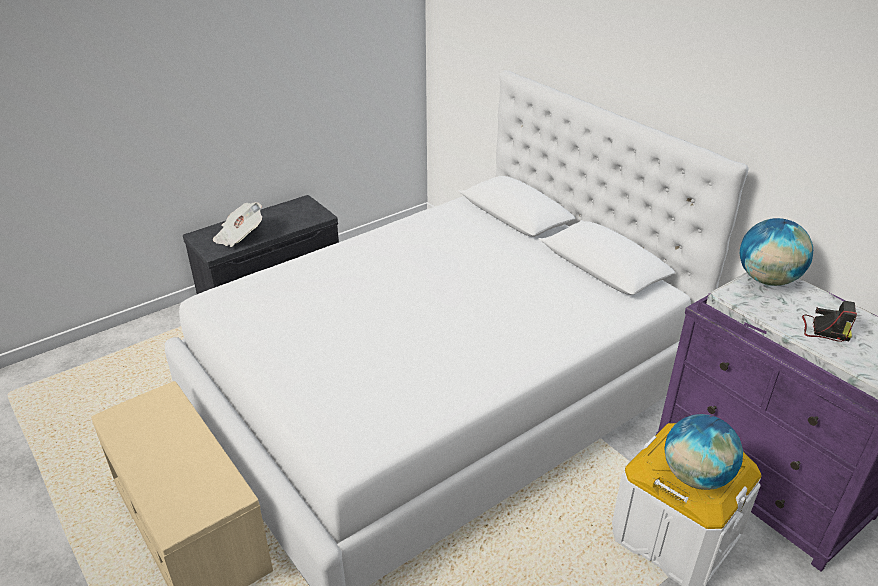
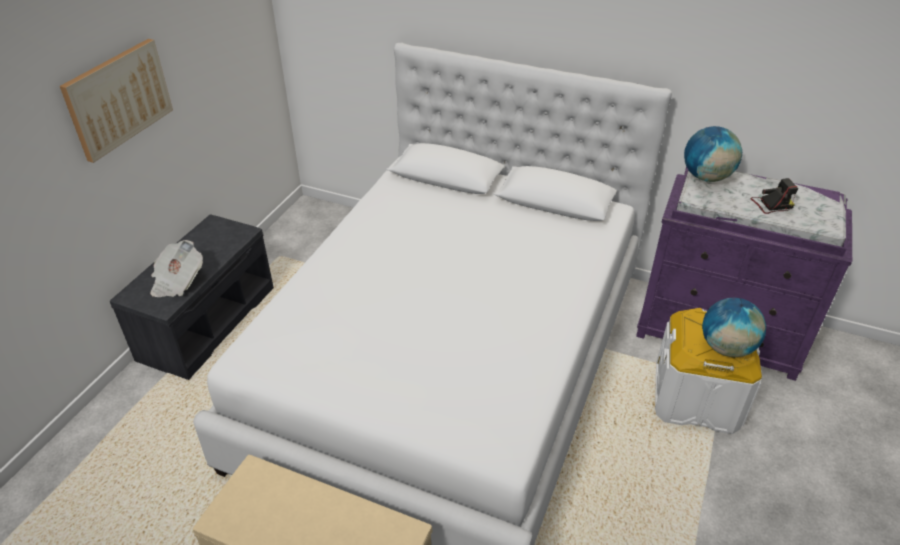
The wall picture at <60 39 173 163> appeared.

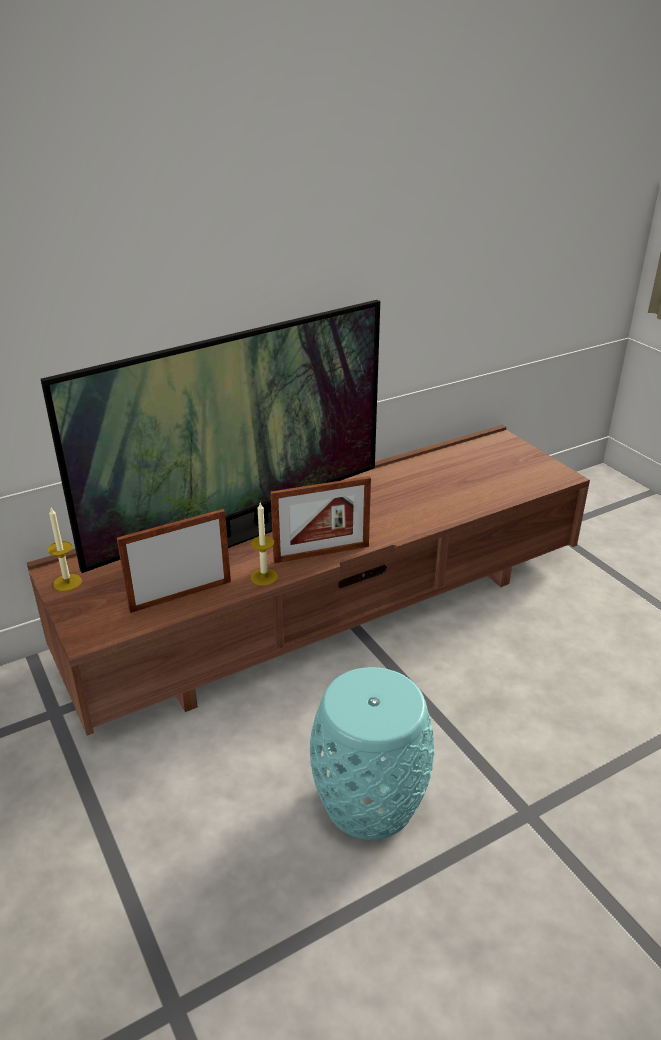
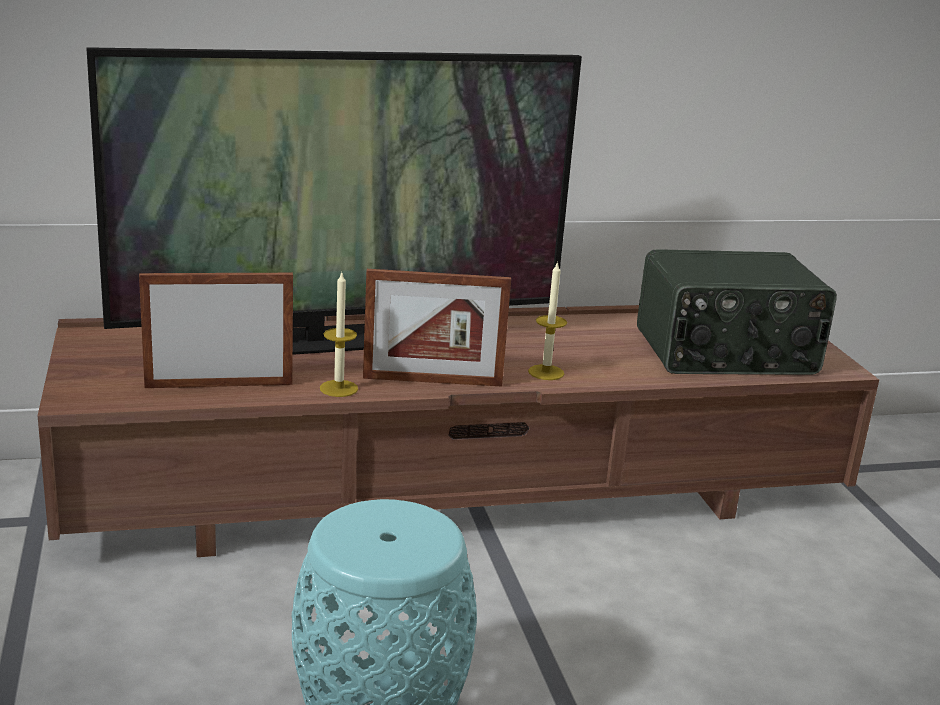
The candle moved from <47 508 82 591> to <528 261 567 380>. The radio set at <637 249 837 375> appeared.

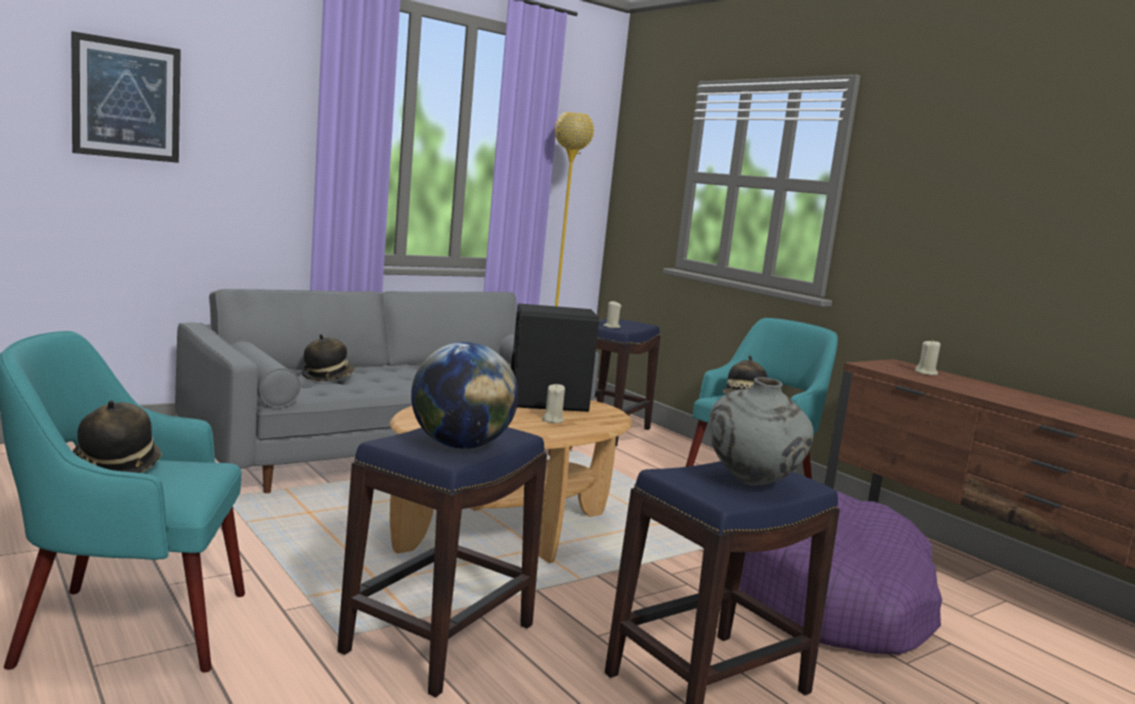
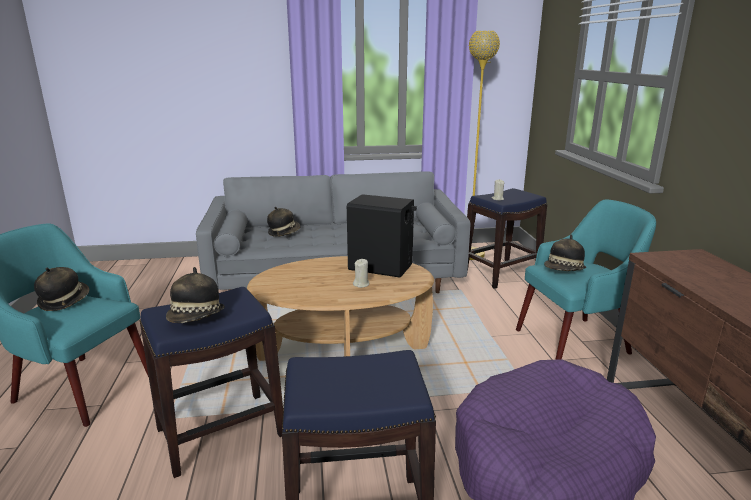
The wall picture at <71 31 181 163> disappeared. The world globe at <411 342 518 449> was replaced by the hat at <166 267 225 323>. The greyish decorative vase at <709 377 813 486> disappeared. The sand-coloured candle at <915 339 940 375> disappeared.

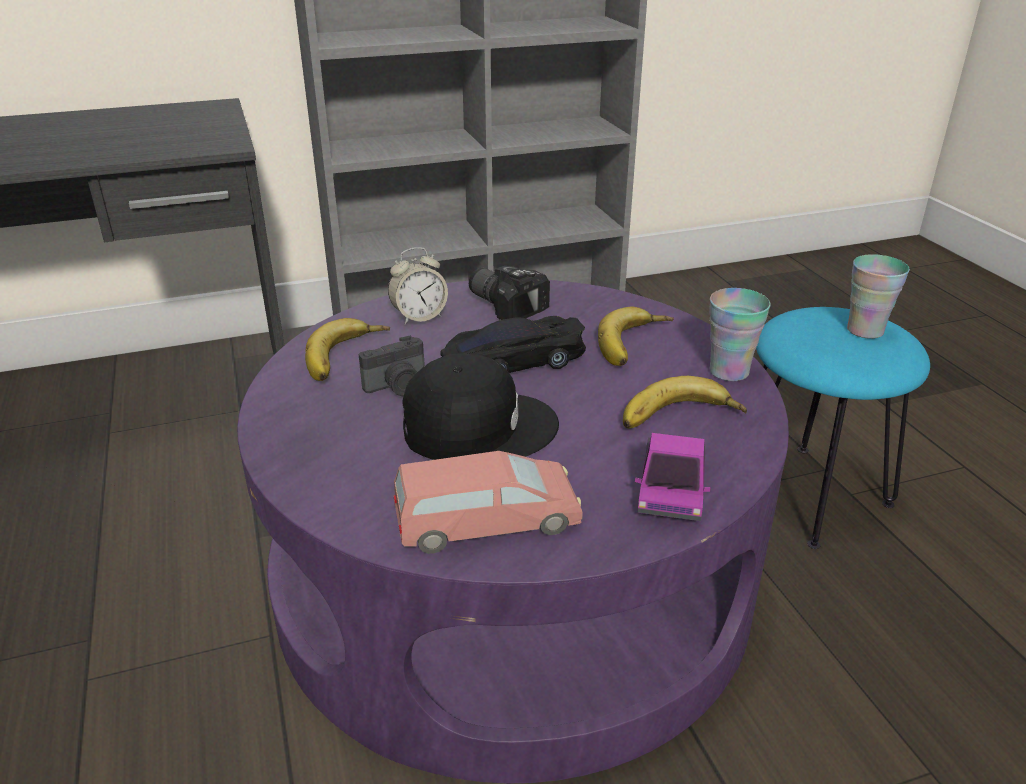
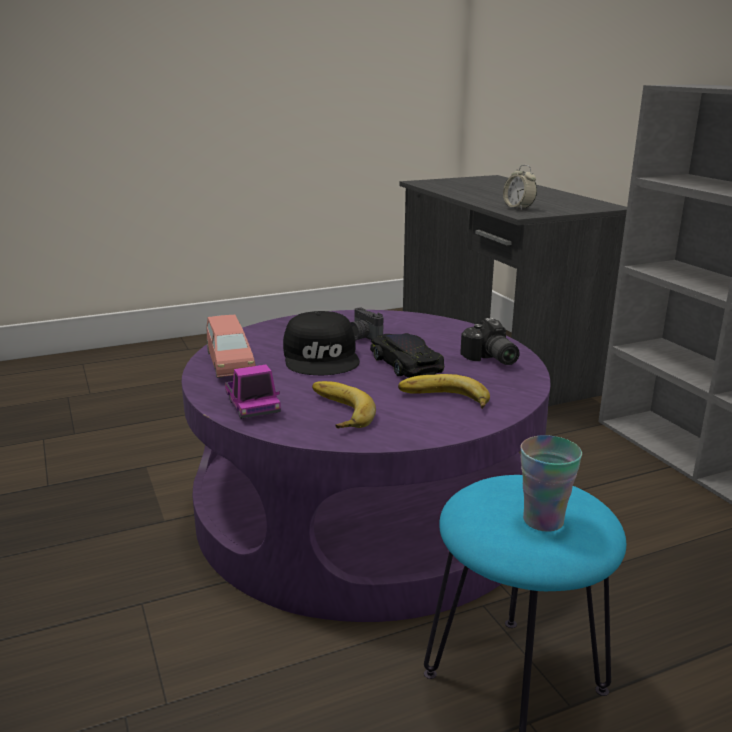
The whole banana at <305 318 390 381> disappeared. The table clock moved from <388 247 448 325> to <503 165 537 210>. The still camera at <469 266 550 320> turned 120 degrees clockwise. The toy lorry at <635 433 711 521> turned 120 degrees counterclockwise. The small cup at <709 288 771 381> disappeared.

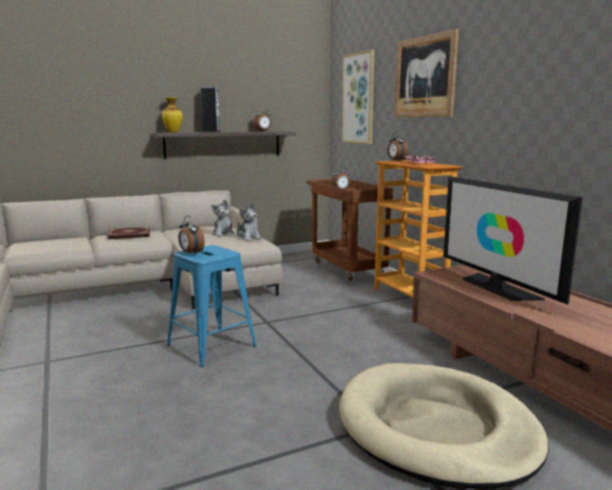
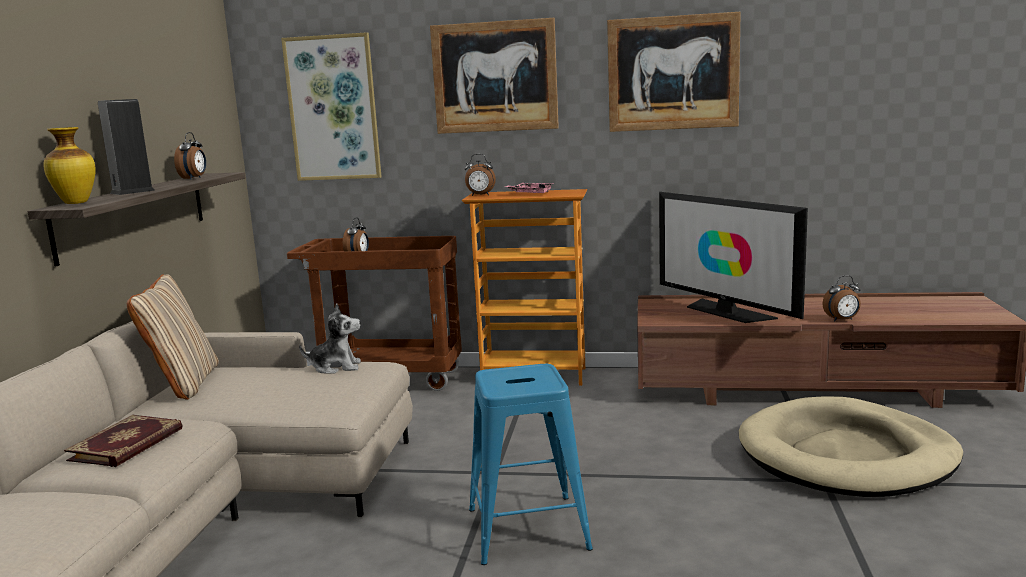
The table clock moved from <178 216 205 255> to <823 275 861 321>. The cuddly toy at <211 200 235 237> disappeared. The TV at <443 176 583 304> turned 45 degrees clockwise. The sand-coloured pillow at <127 274 219 400> appeared. The wall picture at <607 12 741 132> appeared.

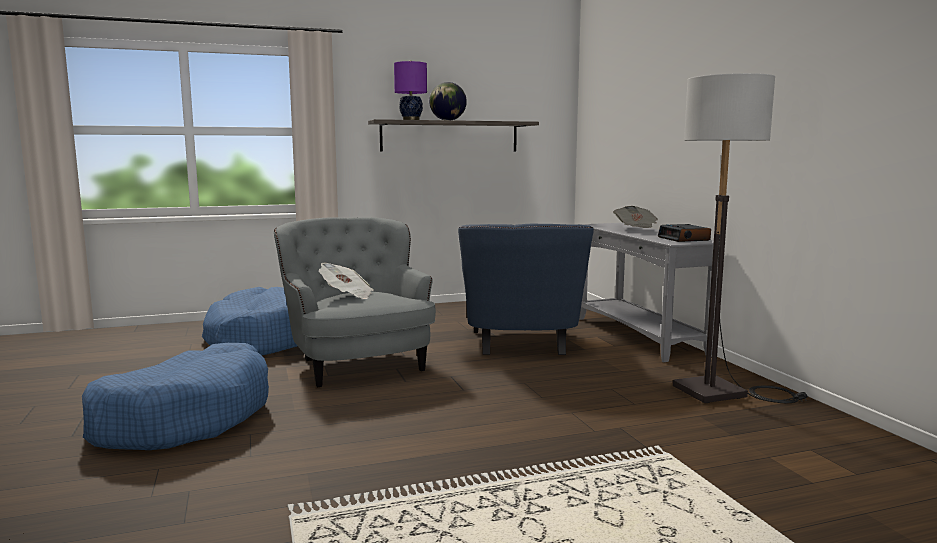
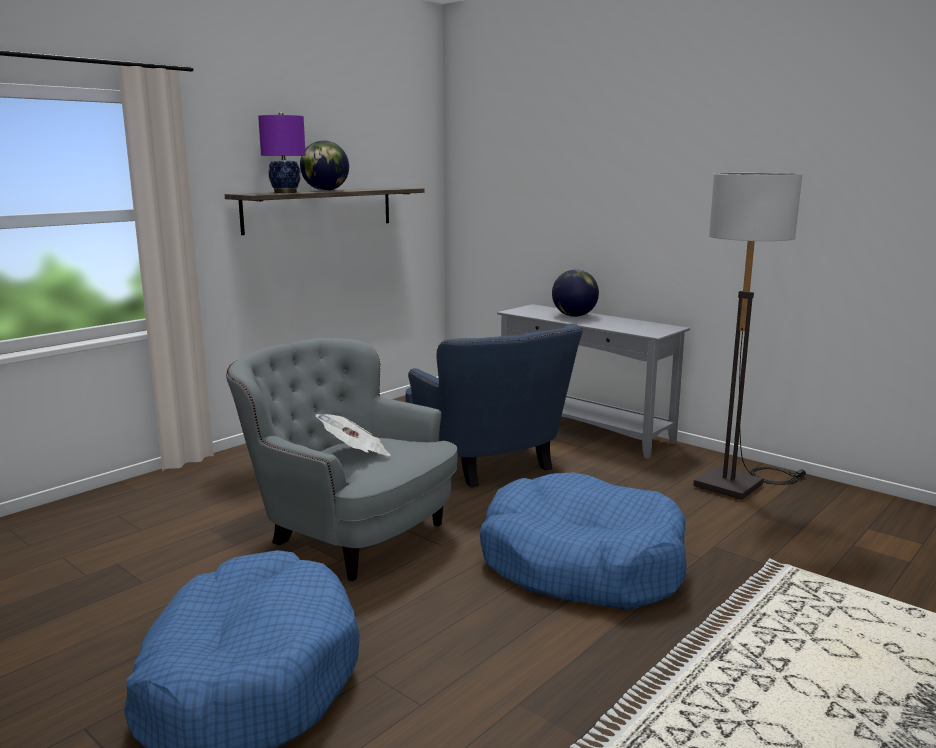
The blue-coloured dog cushion moved from <202 287 297 356> to <480 472 687 610>. The printed paper at <613 206 658 228> was replaced by the world globe at <552 270 599 317>. The table clock at <658 224 711 242> disappeared.

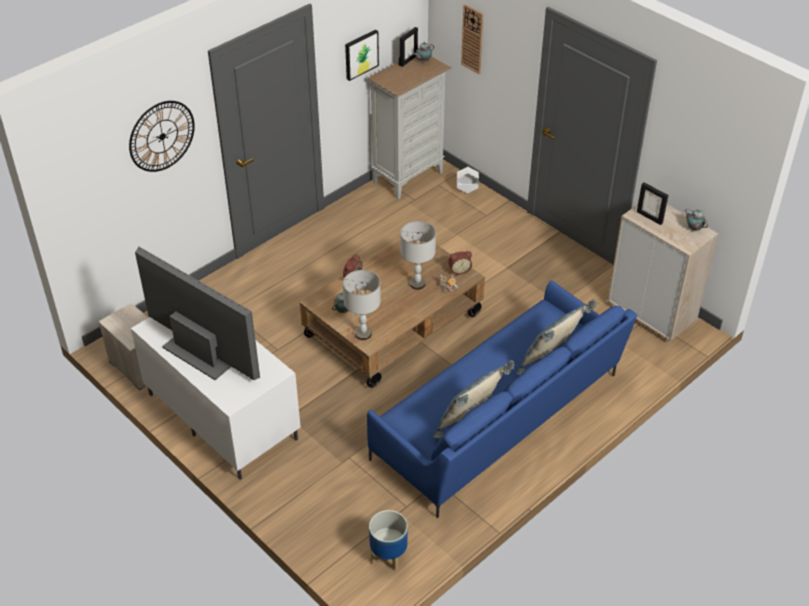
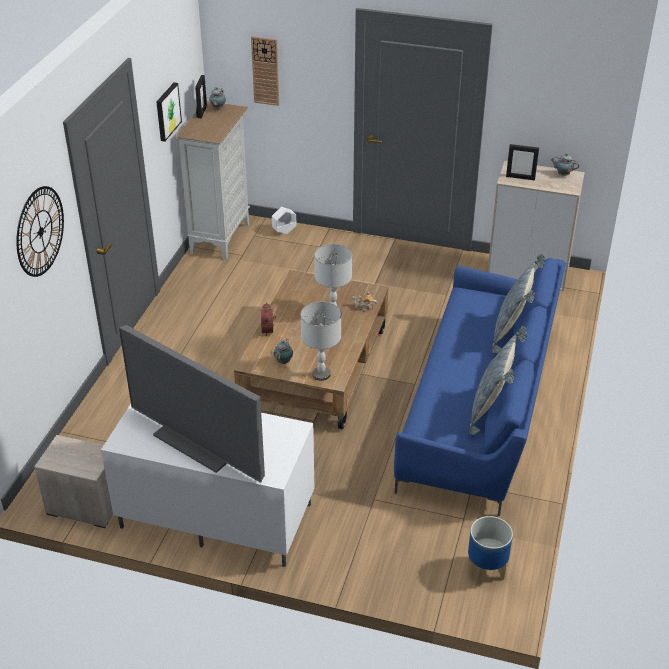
The TV at <135 247 260 380> turned 150 degrees counterclockwise. The table clock at <448 251 472 275> disappeared.

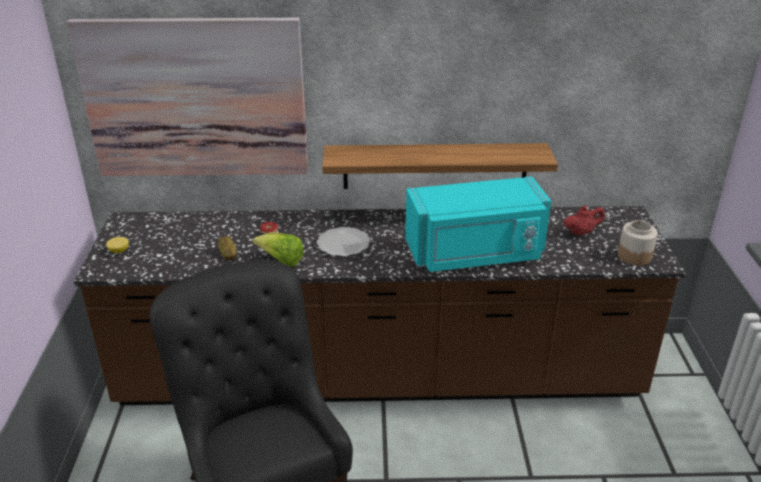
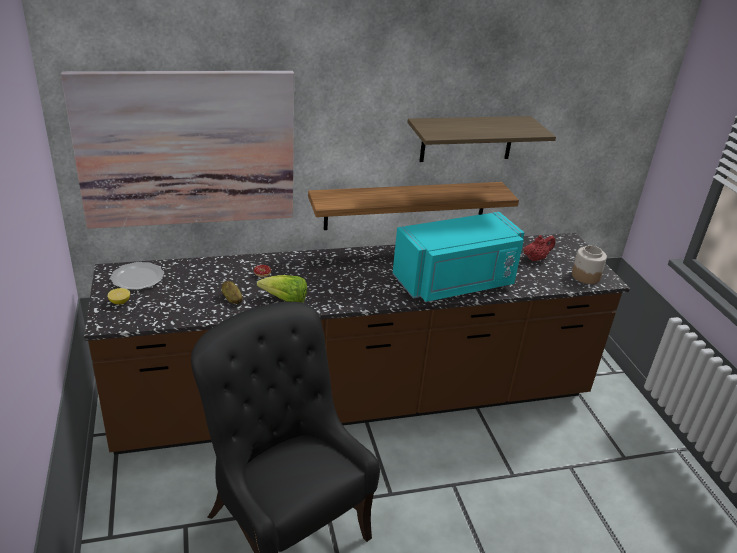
The plate moved from <316 227 370 256> to <110 262 164 290>. The wall shelf at <407 116 556 162> appeared.

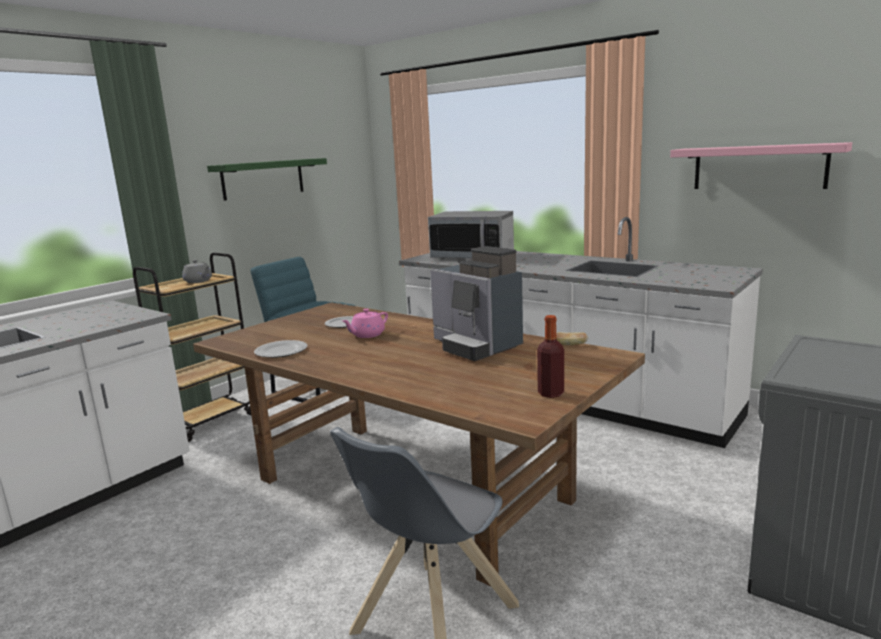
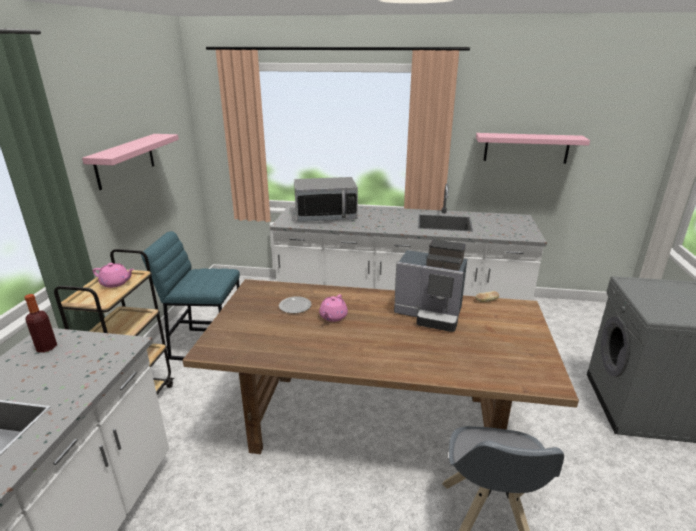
The greyish tea pot at <182 260 212 283> became the pink tea pot at <93 263 134 288>. The greenish wall shelf at <207 158 327 201> became the pink wall shelf at <82 134 179 190>. The plate at <254 340 308 358> disappeared. The beverage bottle moved from <537 315 564 398> to <24 294 57 352>.

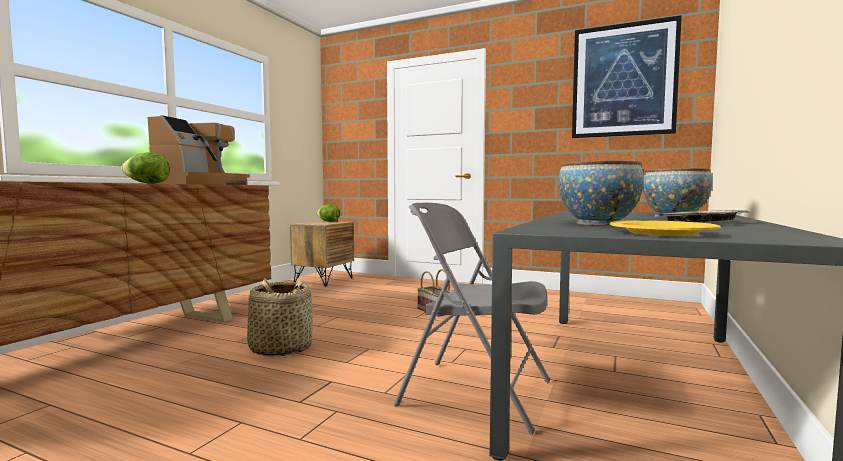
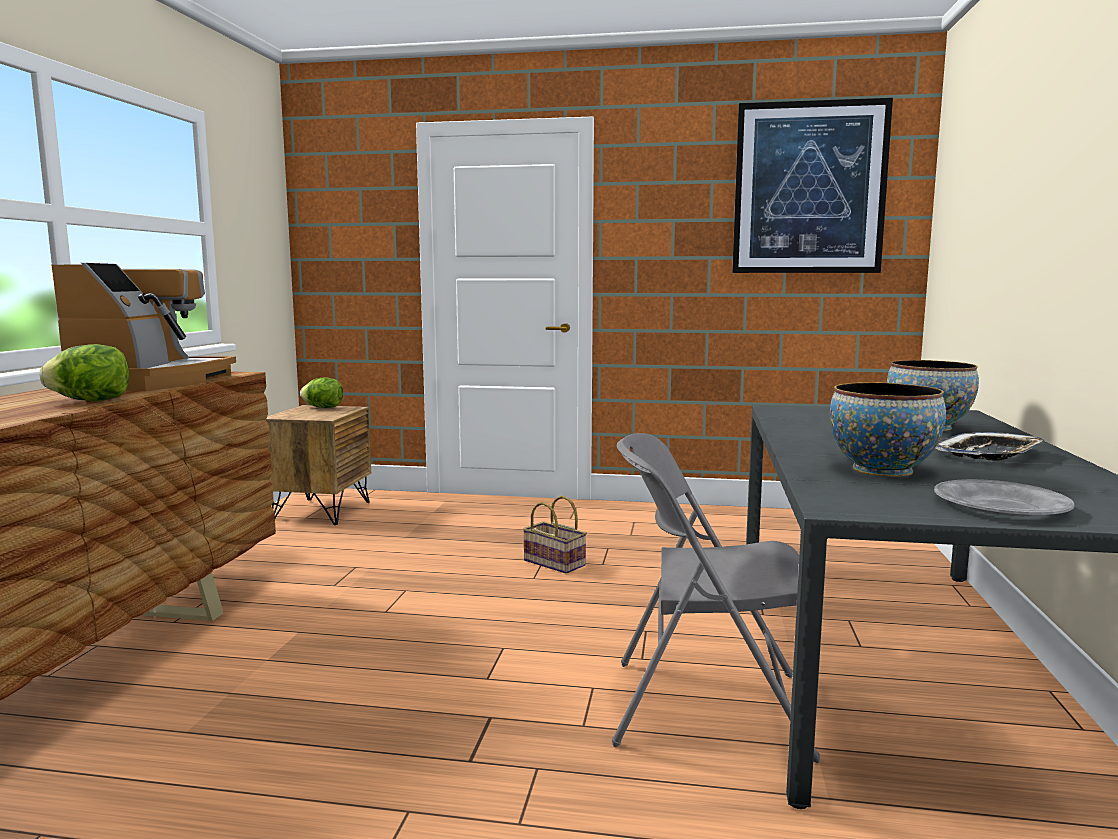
The basket at <247 278 313 356> disappeared. The yellow plate at <609 220 721 236> became the greyish plate at <934 479 1074 516>.

